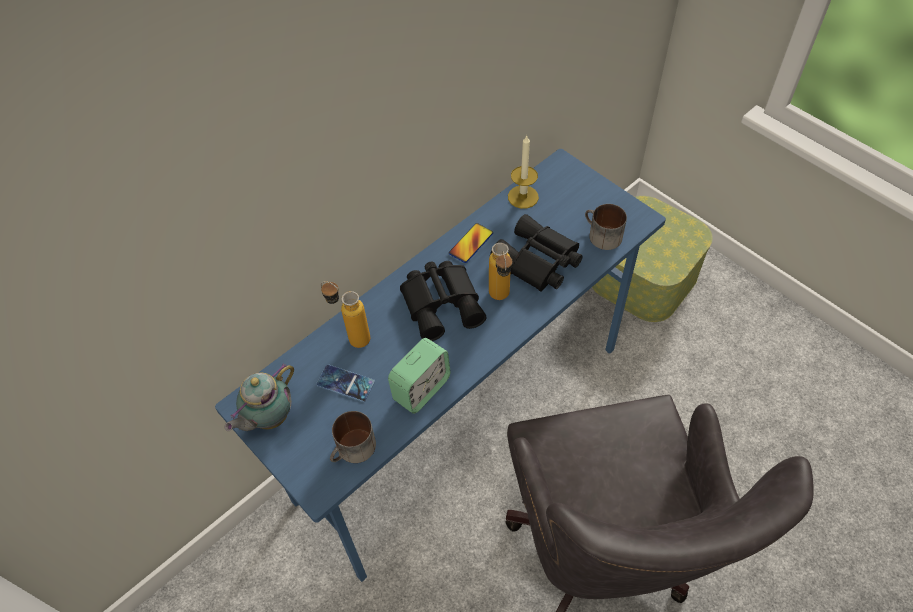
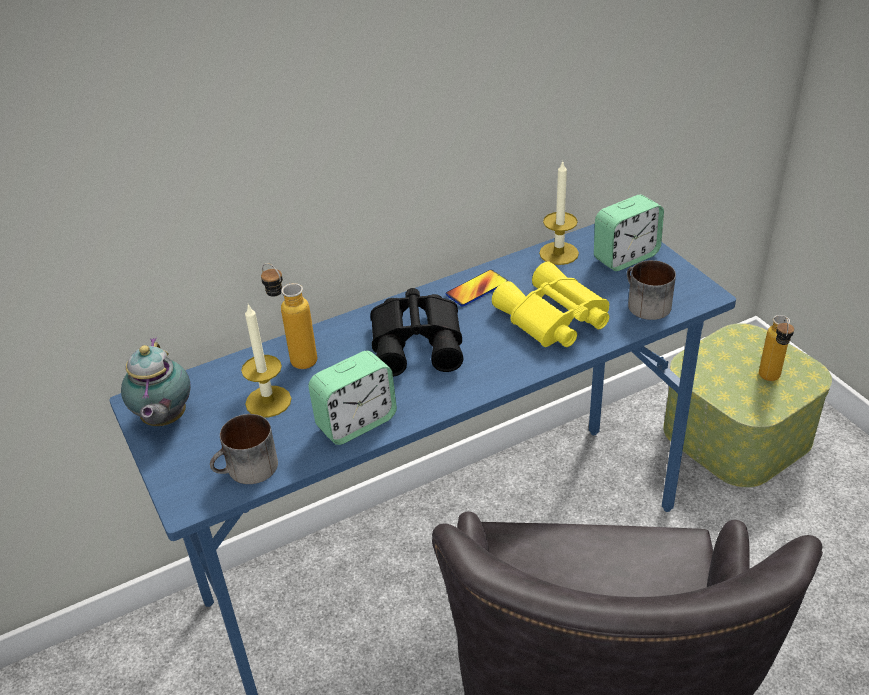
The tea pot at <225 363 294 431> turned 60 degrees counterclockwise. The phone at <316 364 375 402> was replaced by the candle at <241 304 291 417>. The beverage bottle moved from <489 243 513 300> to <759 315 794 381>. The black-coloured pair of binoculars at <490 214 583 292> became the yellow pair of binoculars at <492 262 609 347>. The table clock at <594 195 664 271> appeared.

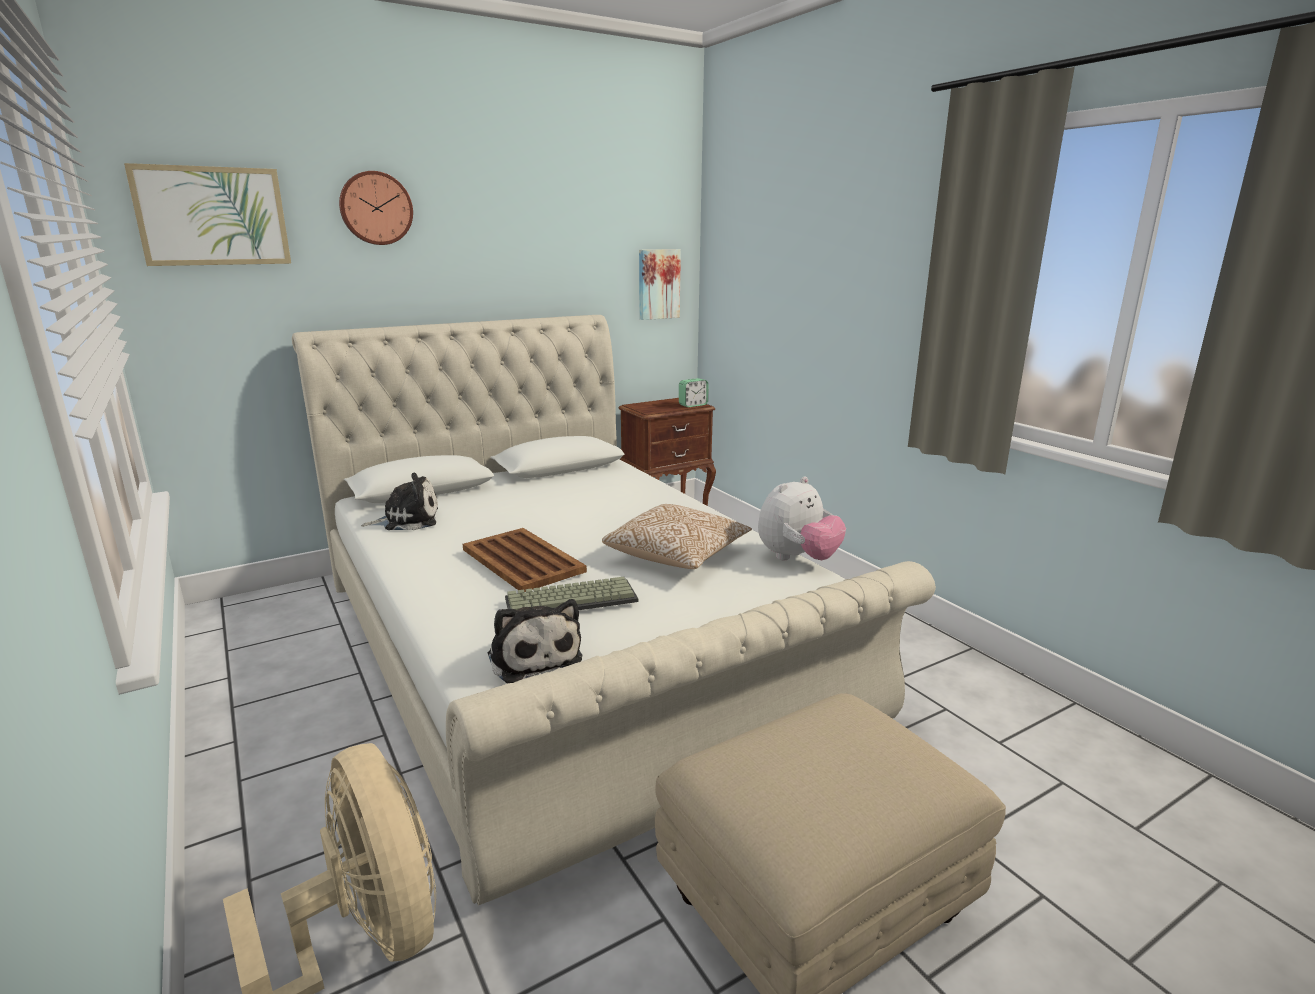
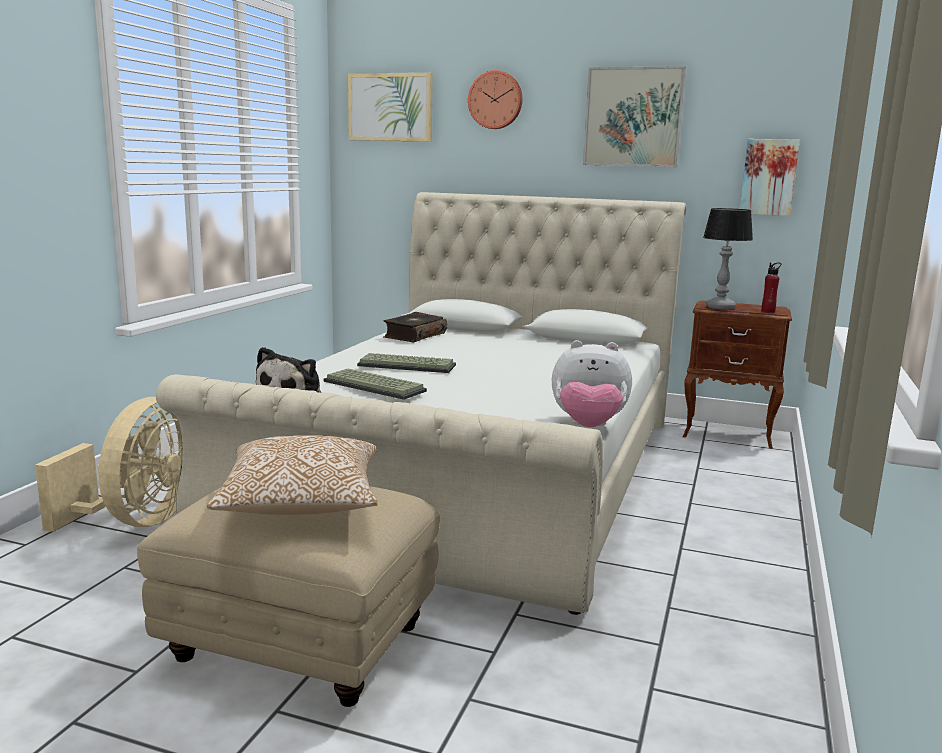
The cuddly toy at <361 473 438 530> was replaced by the volume at <383 312 447 342>. The brownish serving tray at <463 528 587 592> was replaced by the keyboard at <357 353 456 373>. The pillow moved from <602 504 752 569> to <207 435 378 515>. The table clock at <679 378 708 407> was replaced by the red beverage bottle at <761 263 781 313>. The wall picture at <583 66 686 167> appeared. The lamp for a table at <703 208 753 310> appeared.

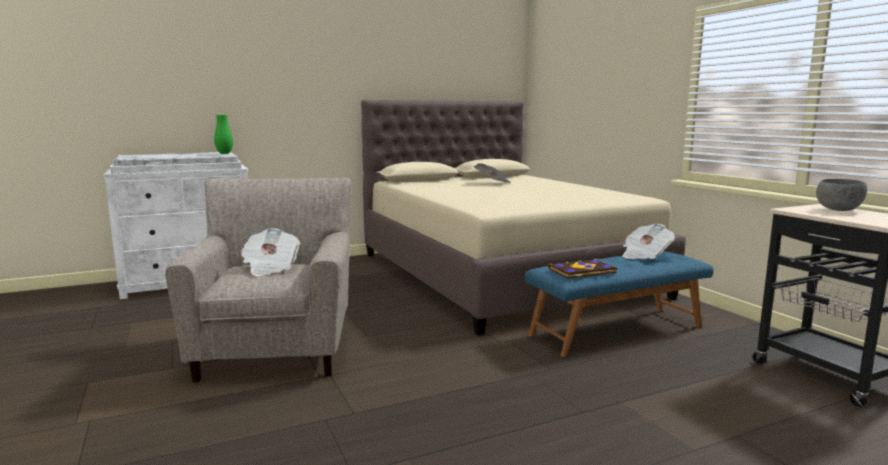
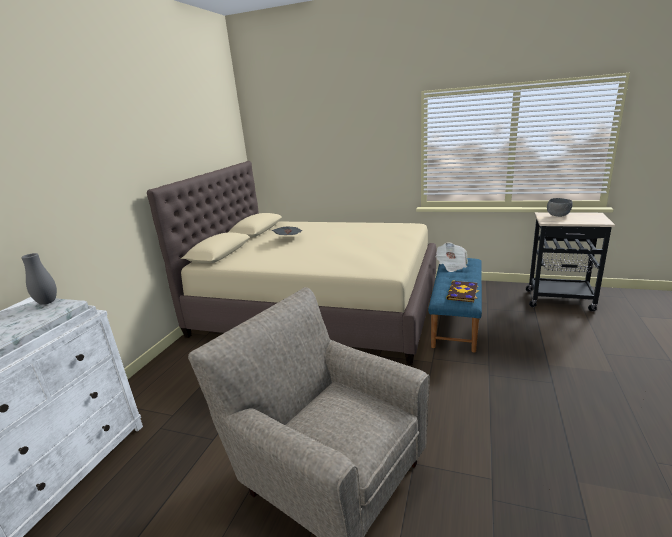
The greenish decorative vase at <214 115 233 154> became the greyish decorative vase at <21 253 57 305>. The printed paper at <240 228 301 276> disappeared.

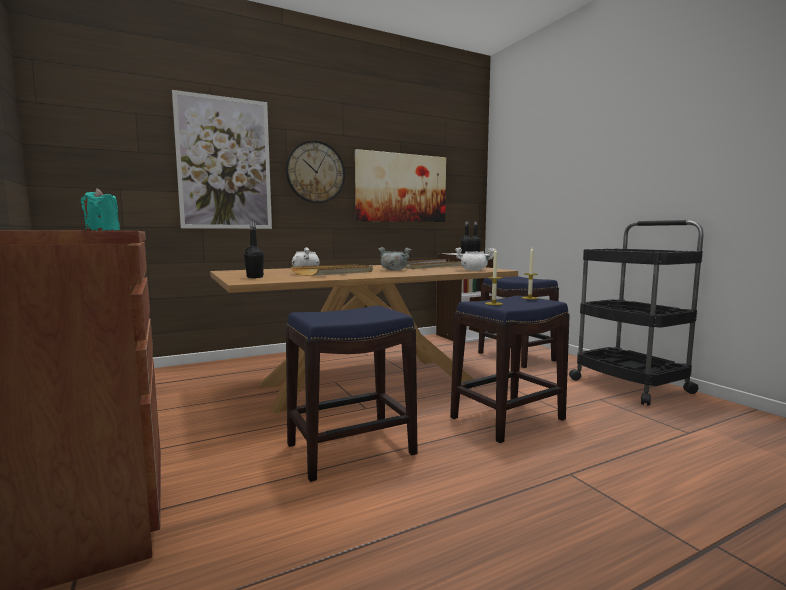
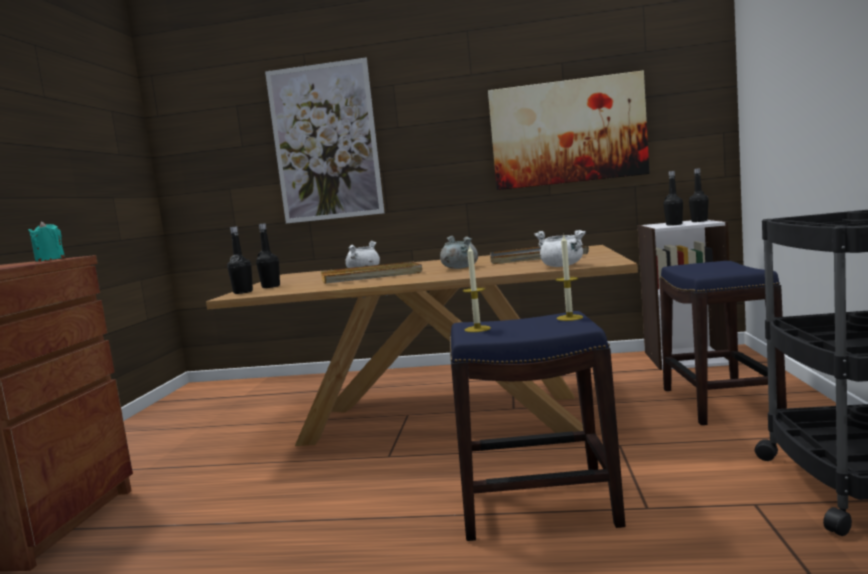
The wall clock at <286 140 345 203> disappeared. The sitting stool at <286 306 417 482> disappeared. The black-coloured beverage bottle at <227 226 253 294> appeared.

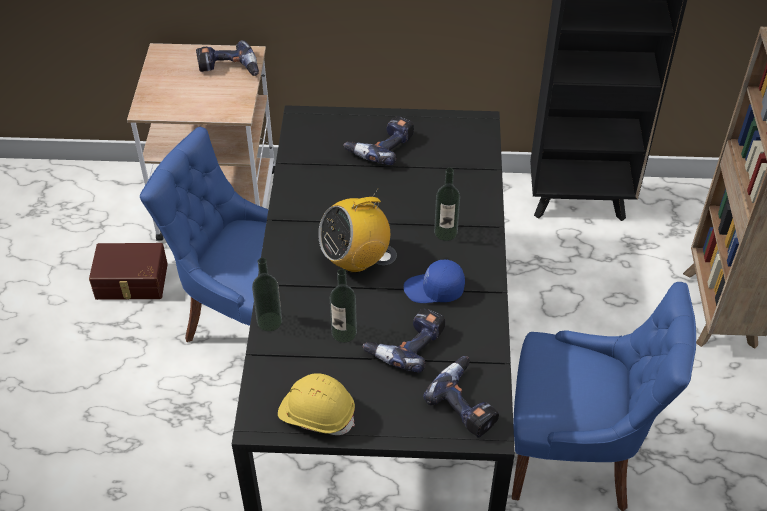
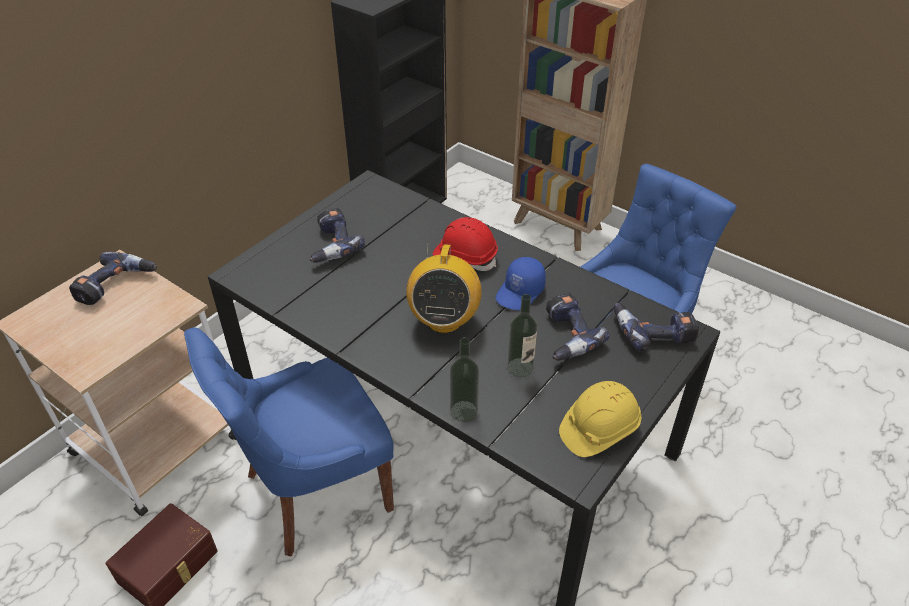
The beverage bottle at <434 168 460 241> was replaced by the red hard hat at <433 217 498 271>.

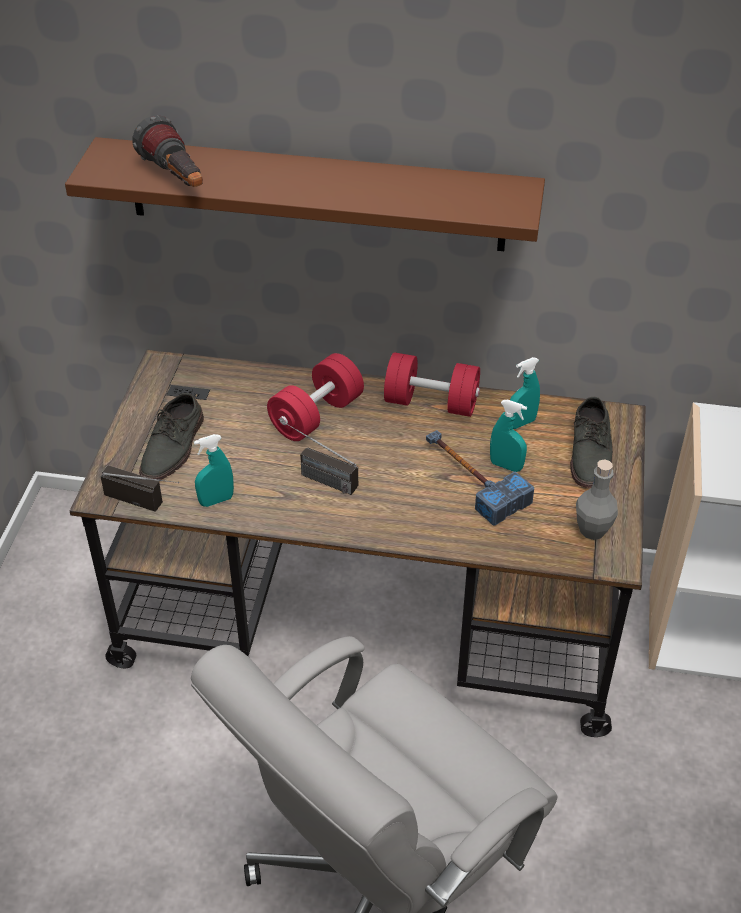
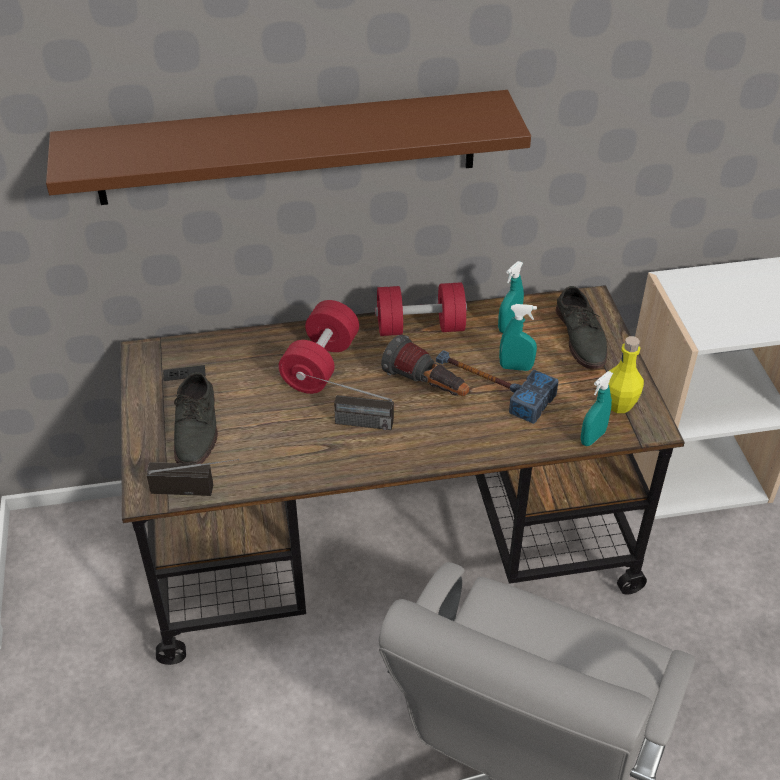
The torch moved from <133 115 203 187> to <381 334 470 396>. The blue-green sprayer moved from <194 434 234 507> to <581 371 613 446>. The greyish beverage bottle at <576 459 618 540> became the yellow beverage bottle at <608 336 644 413>.

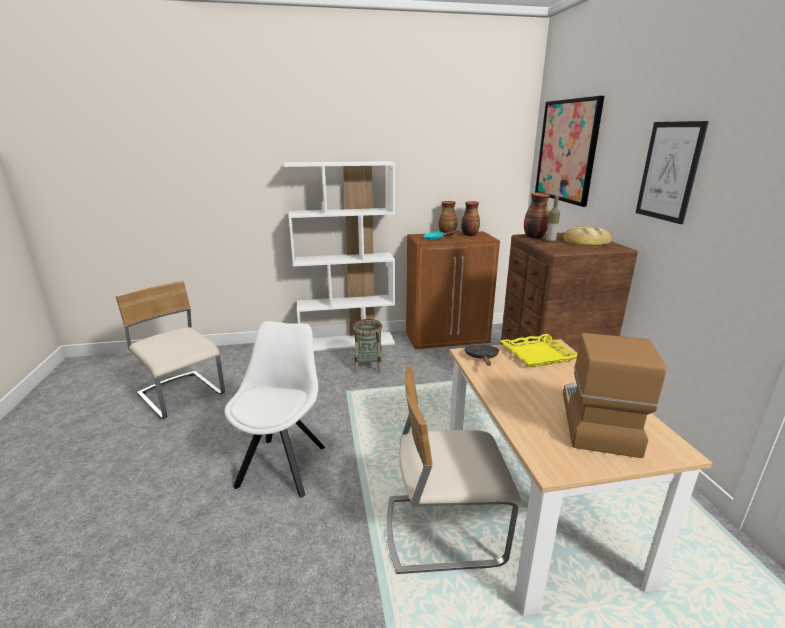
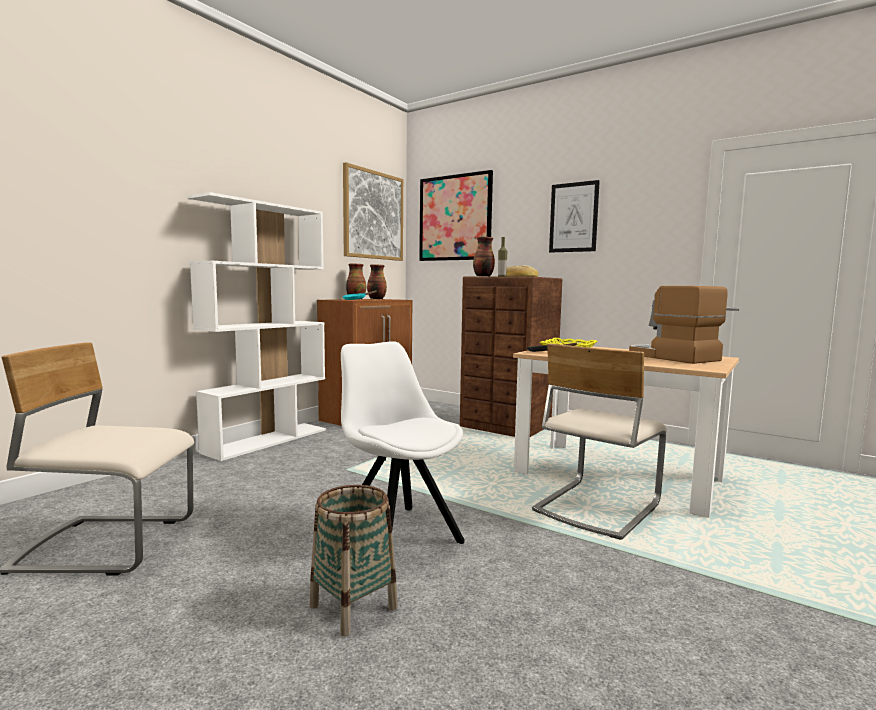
The basket moved from <353 319 382 373> to <309 485 398 636>. The wall picture at <343 162 403 261> appeared.

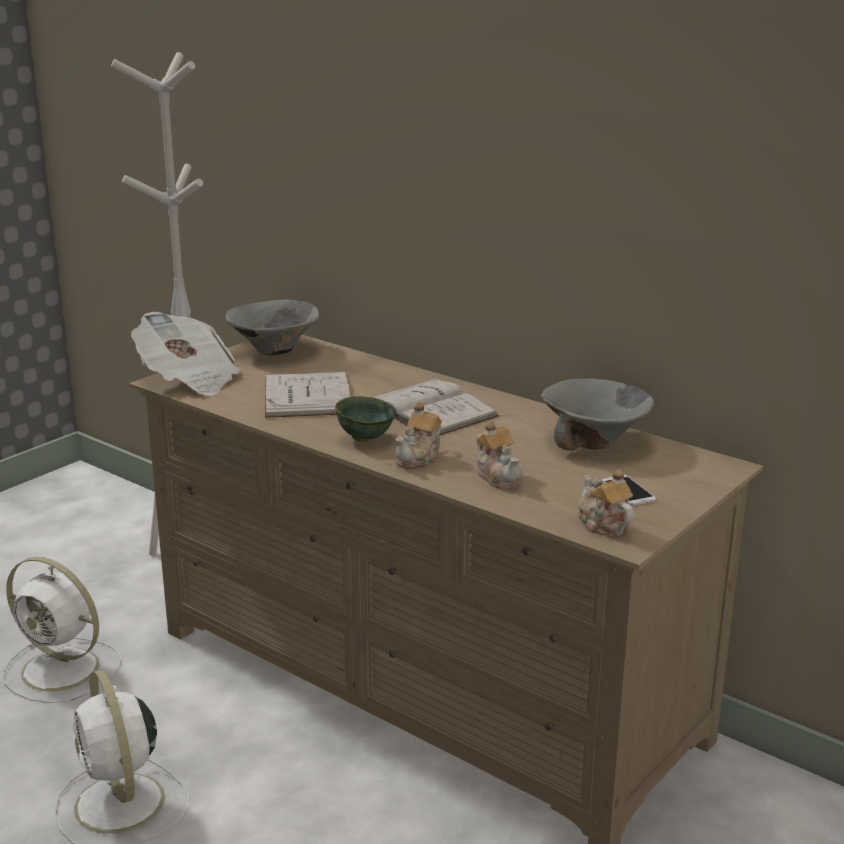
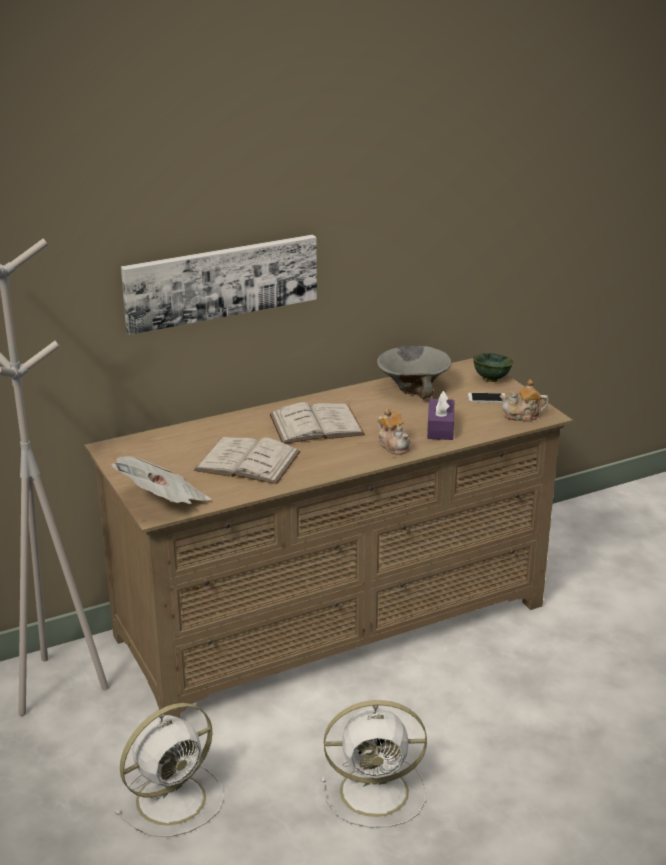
The greyish serving bowl at <226 300 319 355> disappeared. The greenish serving bowl moved from <335 396 396 442> to <473 353 513 382>. The tea pot at <476 421 523 489> was replaced by the purple-coloured tissue box at <427 391 454 440>. The wall picture at <121 235 317 335> appeared.

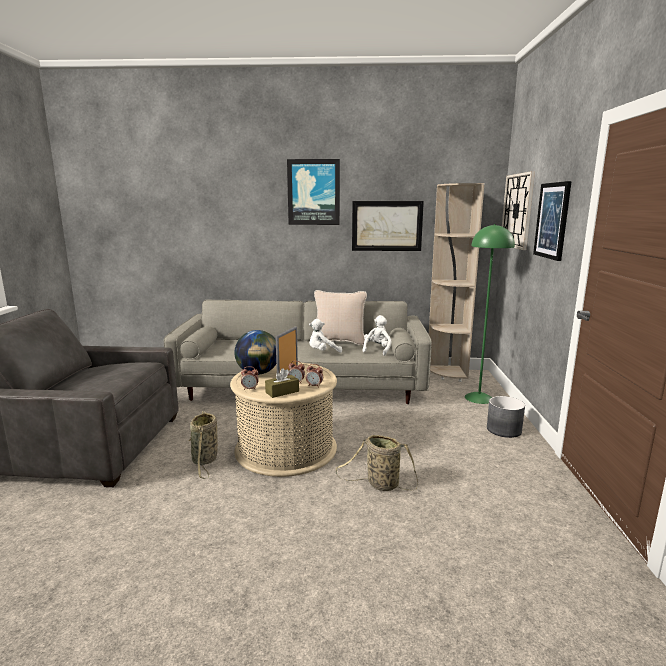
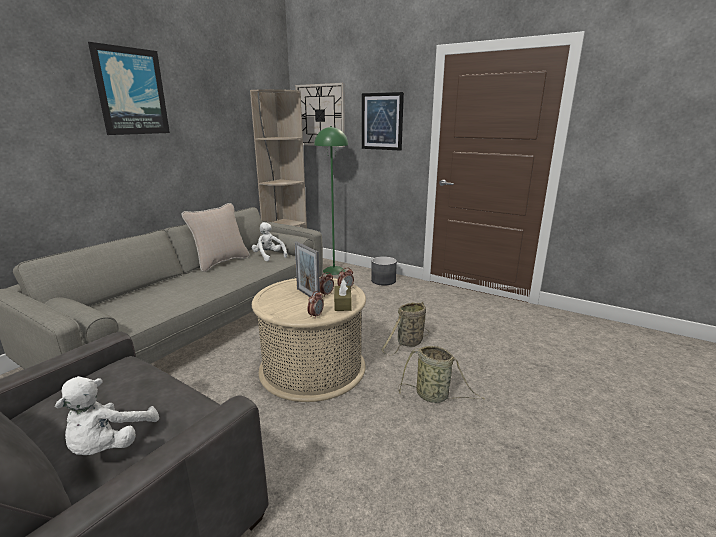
The basket moved from <189 411 218 479> to <398 346 484 403>. The world globe at <234 330 276 375> disappeared. The whitish cuddly toy moved from <309 319 342 353> to <55 376 159 455>. The wall picture at <352 201 424 251> disappeared.

